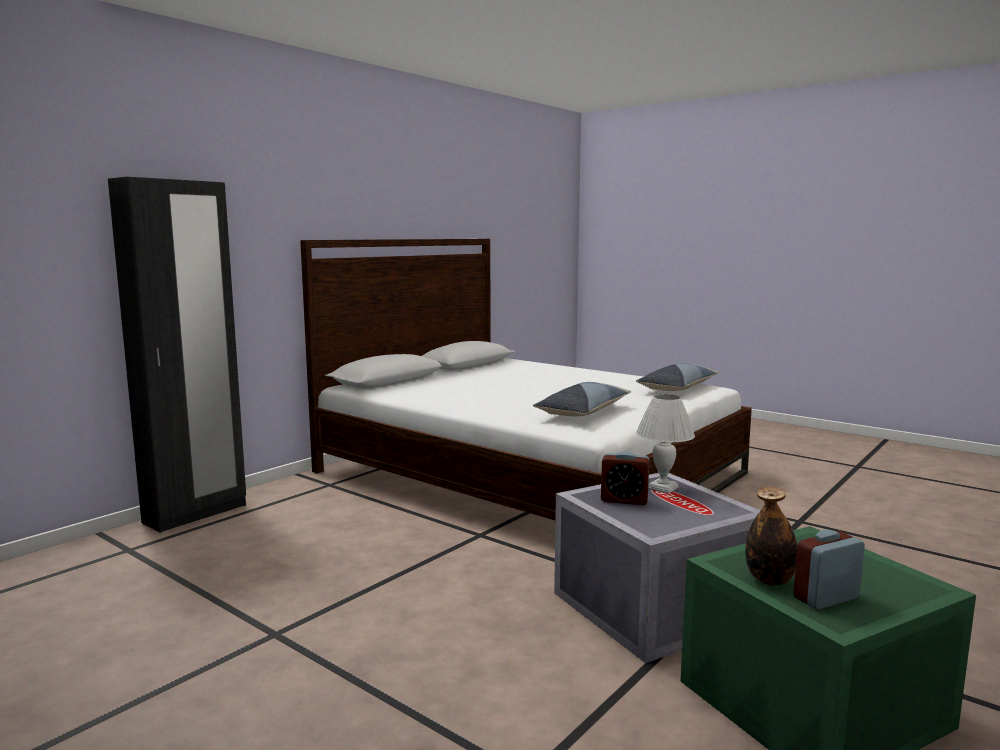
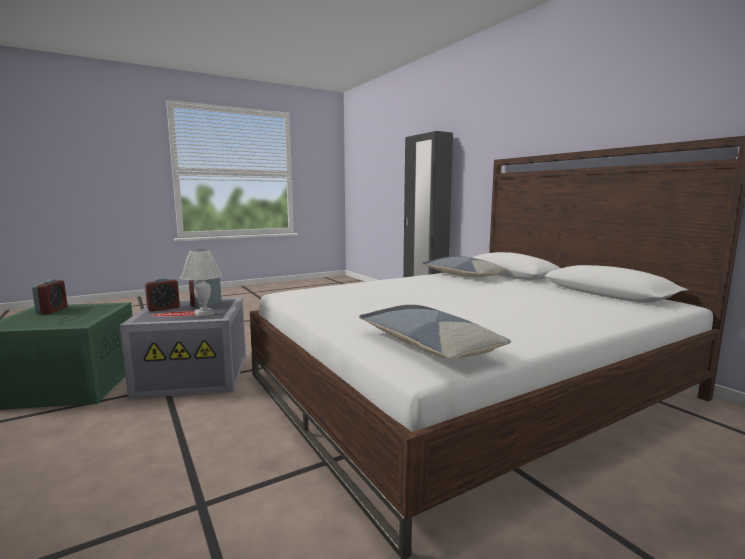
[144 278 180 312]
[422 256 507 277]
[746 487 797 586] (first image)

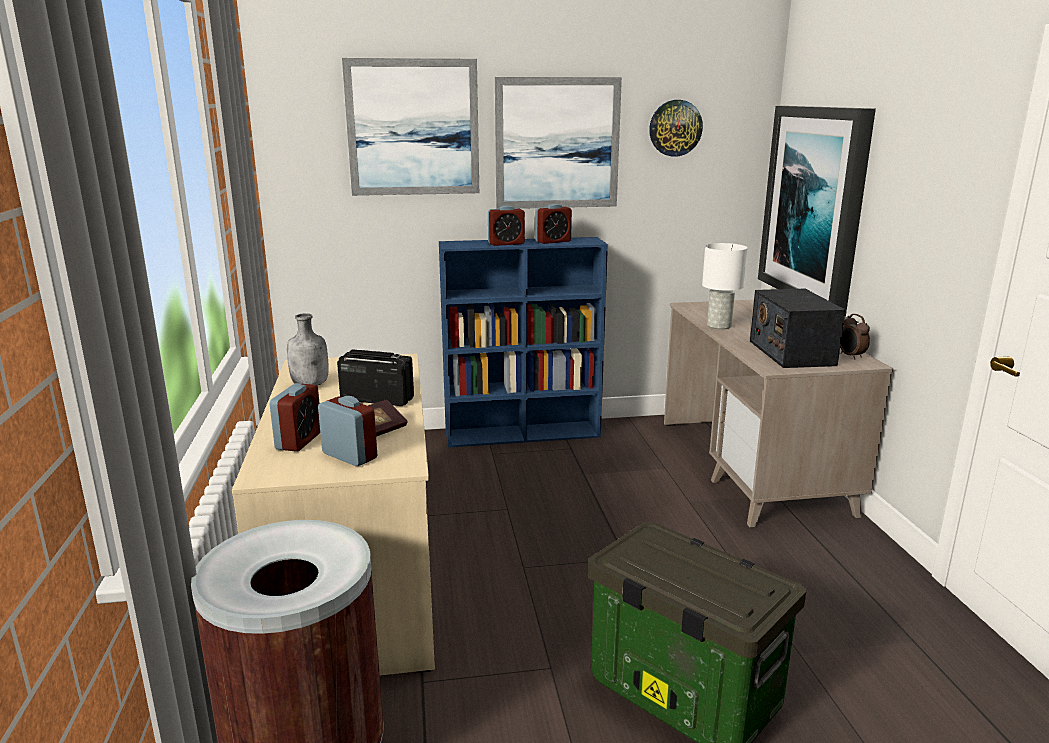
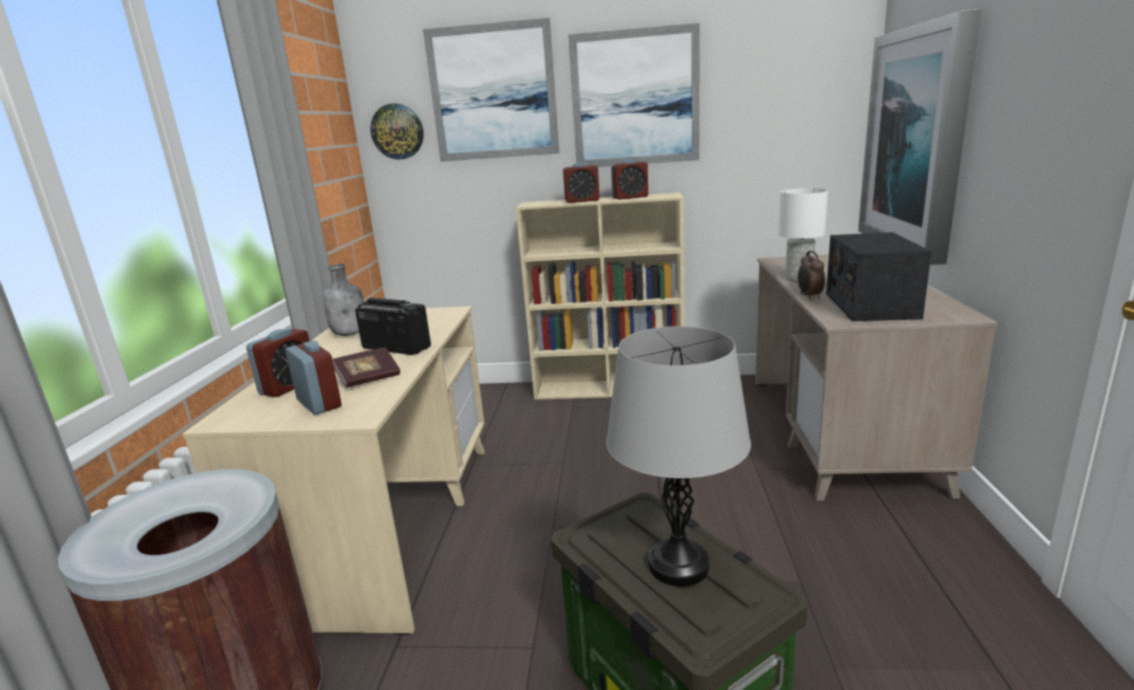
[370 103 424 160]
[516 192 685 400]
[606 326 751 586]
[798 251 825 300]

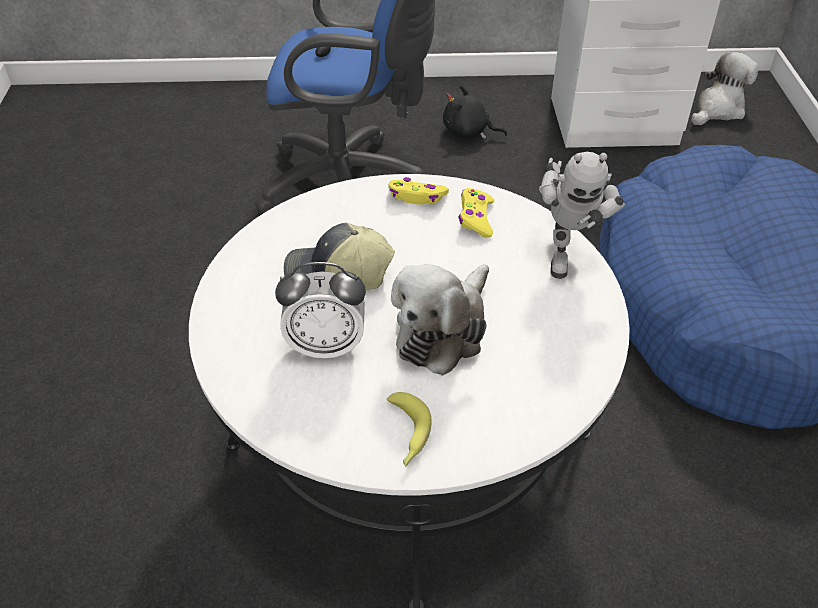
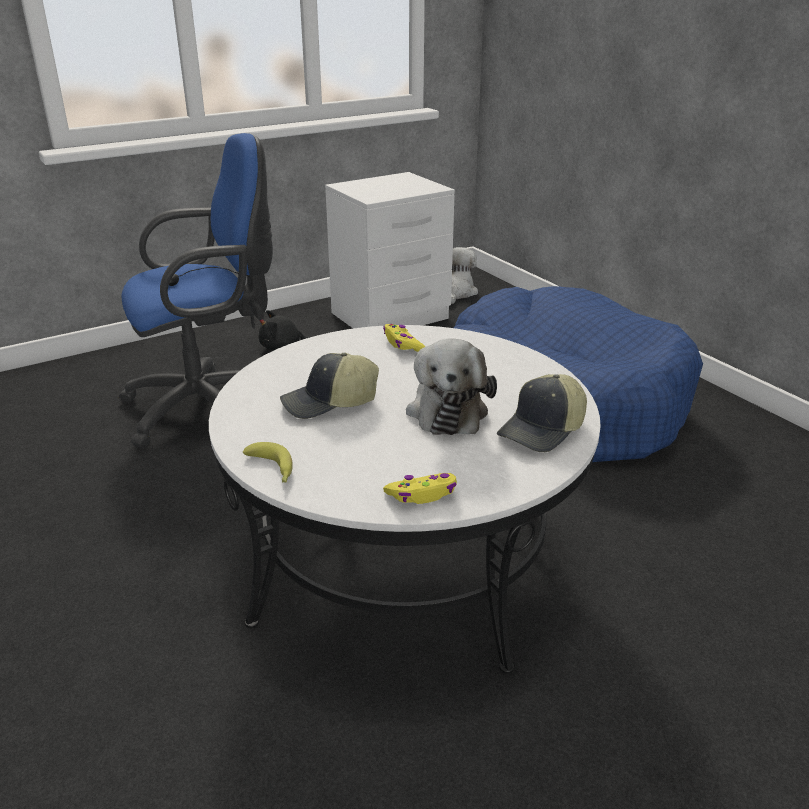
[243 442 293 483]
[383 473 457 504]
[497 374 587 452]
[275 262 366 359] (first image)
[538 152 625 279] (first image)

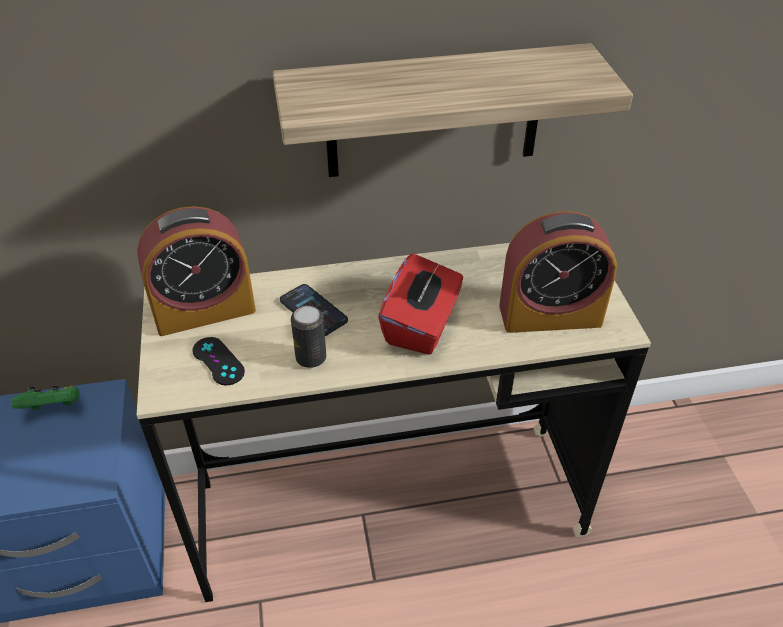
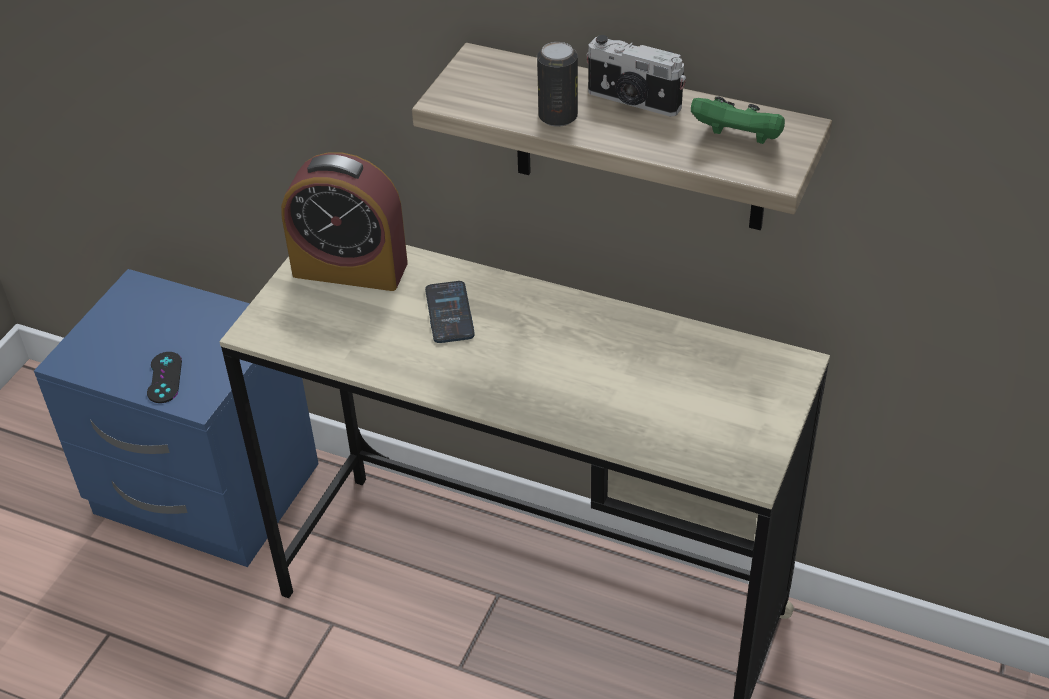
[147 352 182 403]
[537 42 578 127]
[587 35 686 117]
[691 96 785 144]
[378 253 463 355] (first image)
[499 211 617 333] (first image)

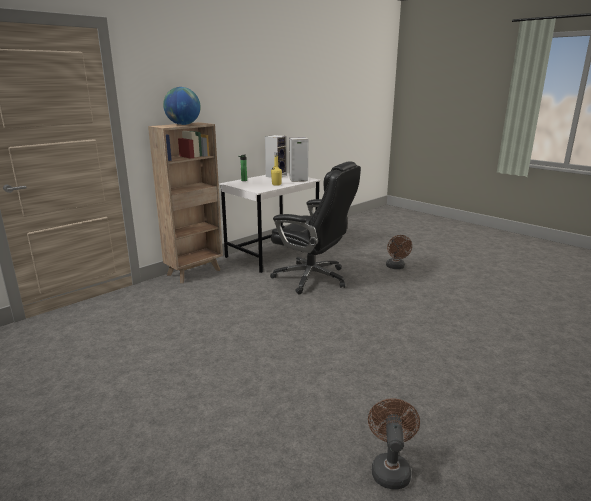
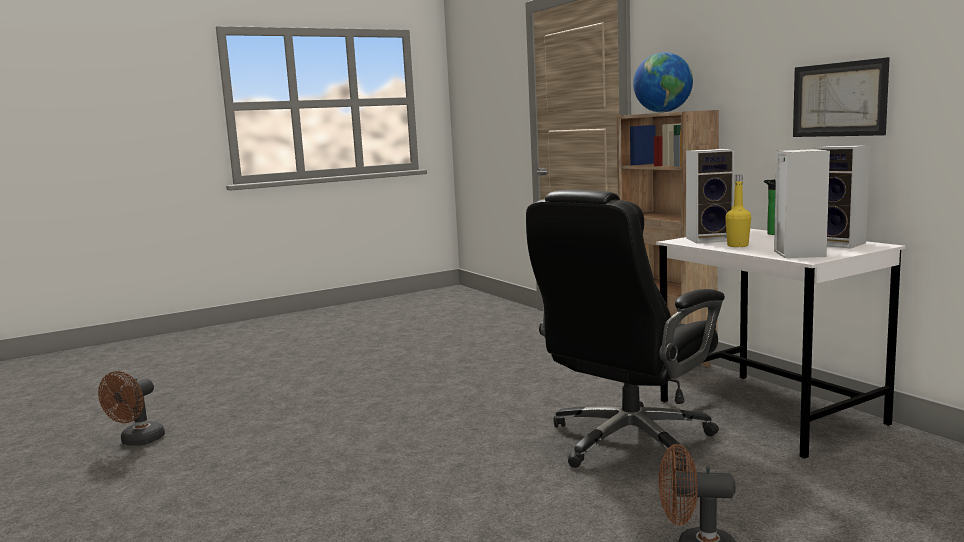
[98 371 165 446]
[686 149 734 243]
[793 57 890 137]

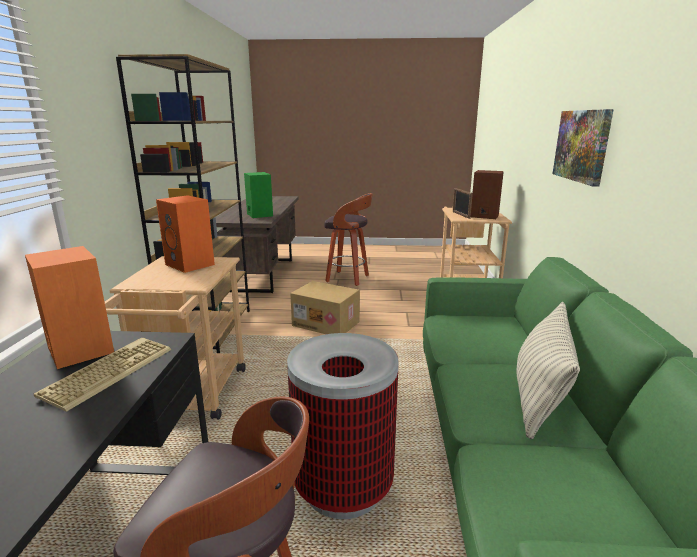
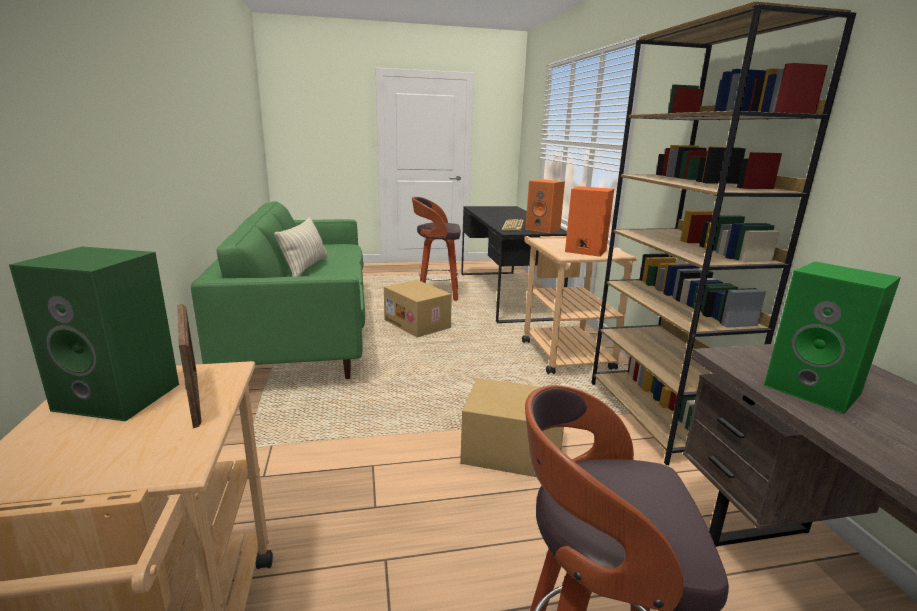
[9 247 179 421]
[384 280 452 337]
[553 109 614 187] (first image)

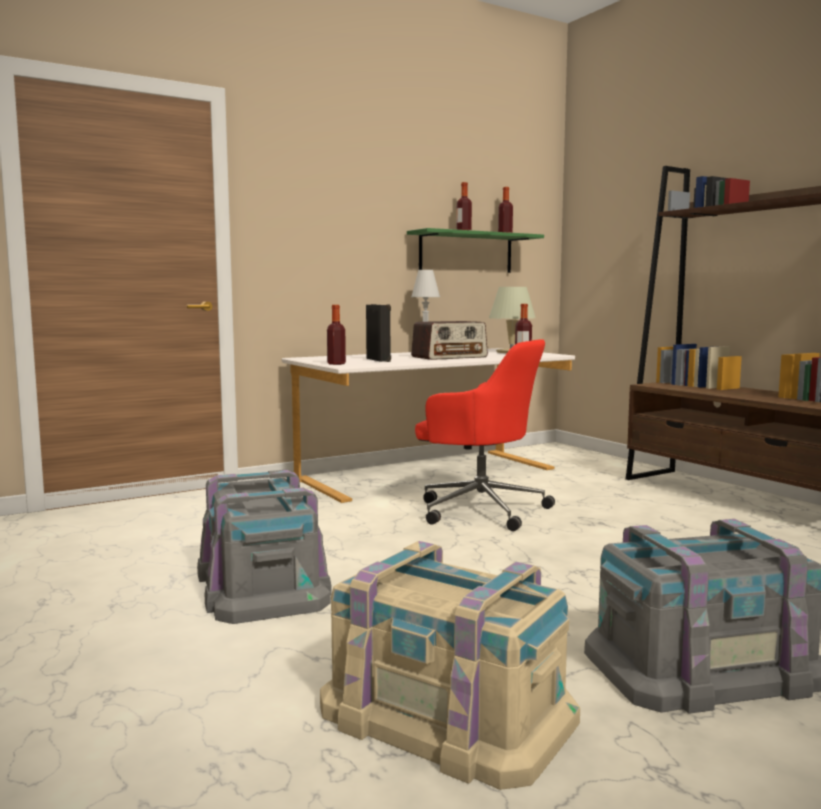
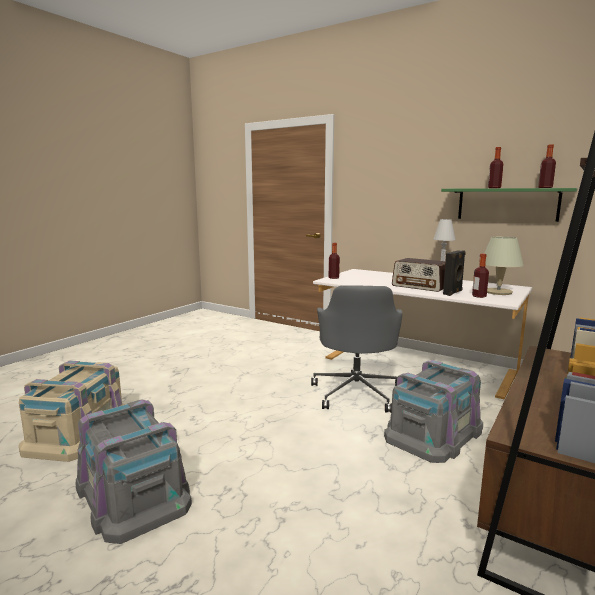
[311 285 403 413]
[384 360 483 463]
[443 250 466 296]

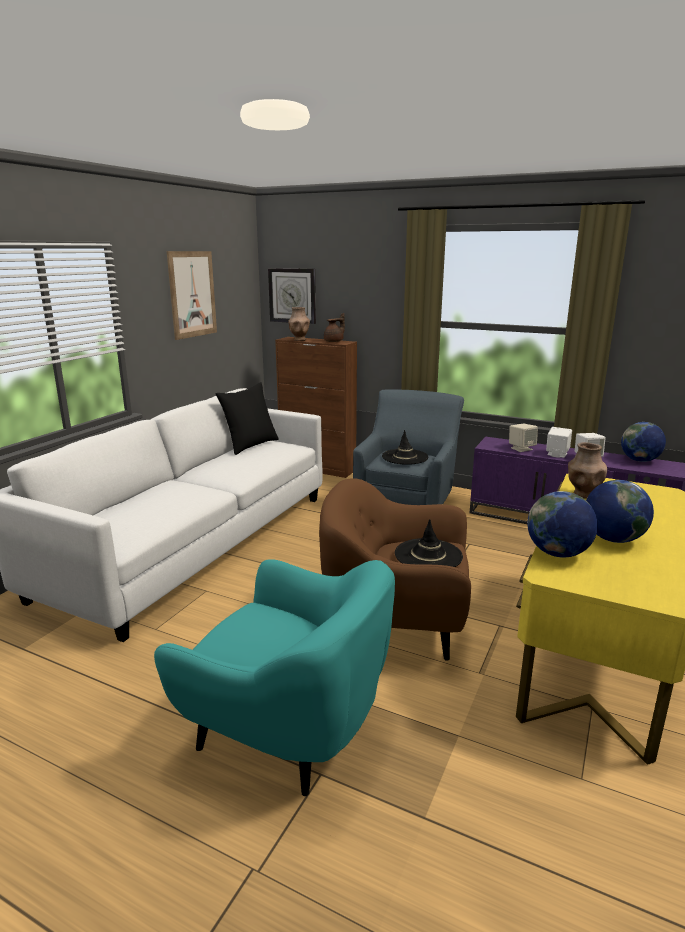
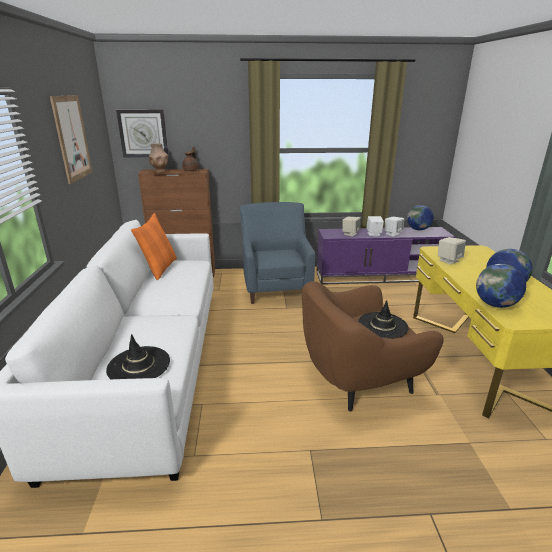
[106 334 170 379]
[131 213 177 280]
[438 237 466 265]
[154 559 395 796] (first image)

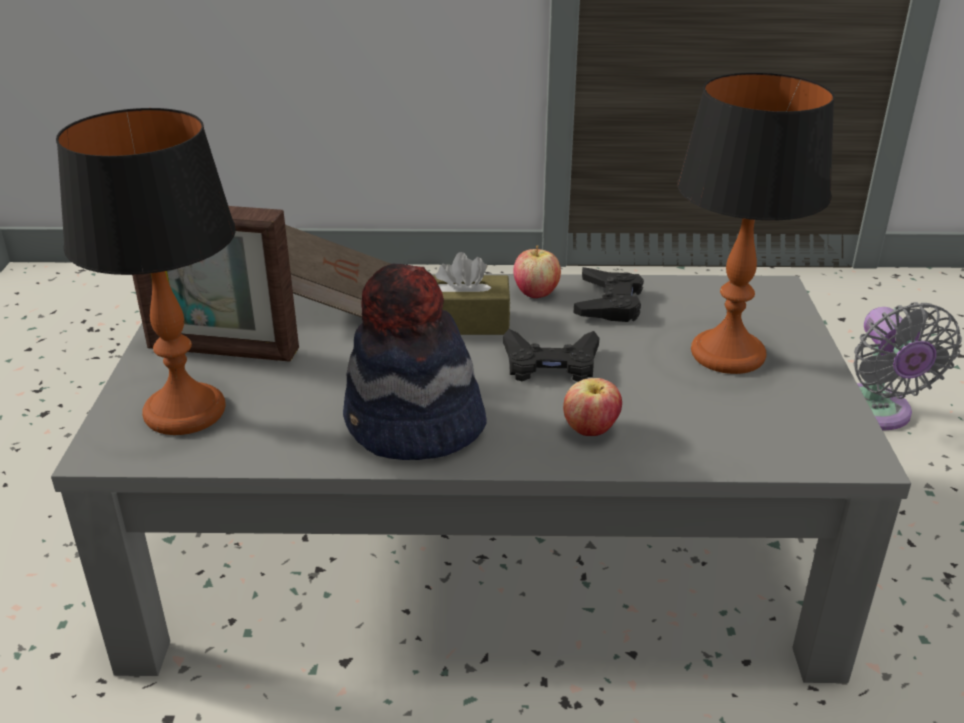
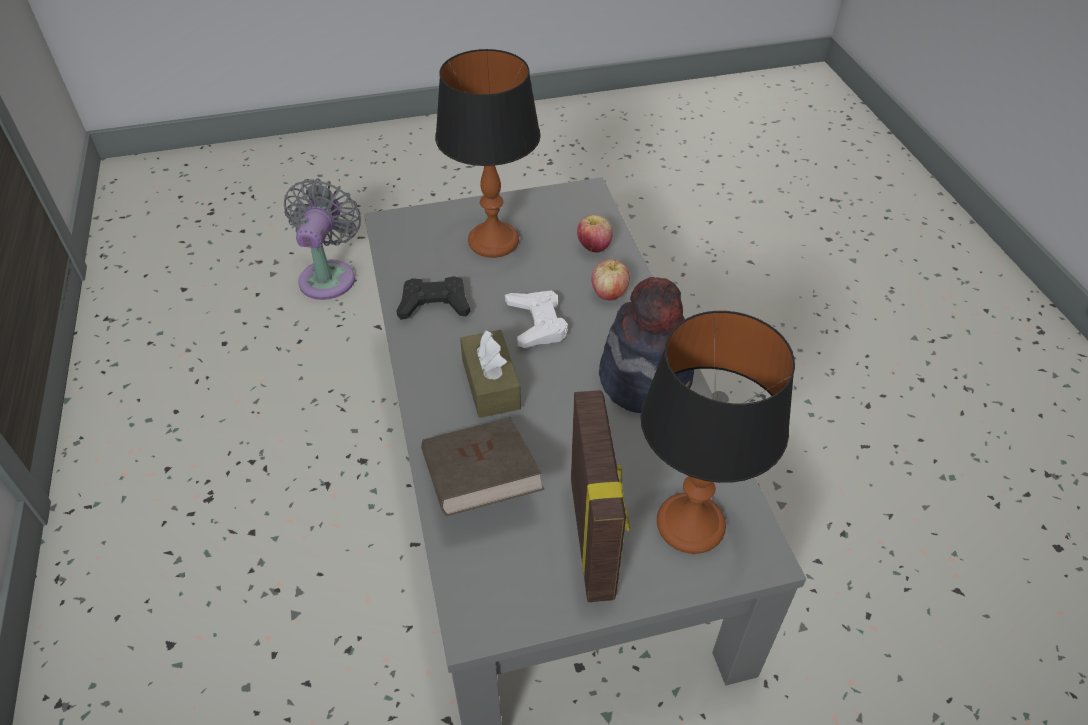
[284 178 361 300]
[505 290 568 348]
[577 215 613 253]

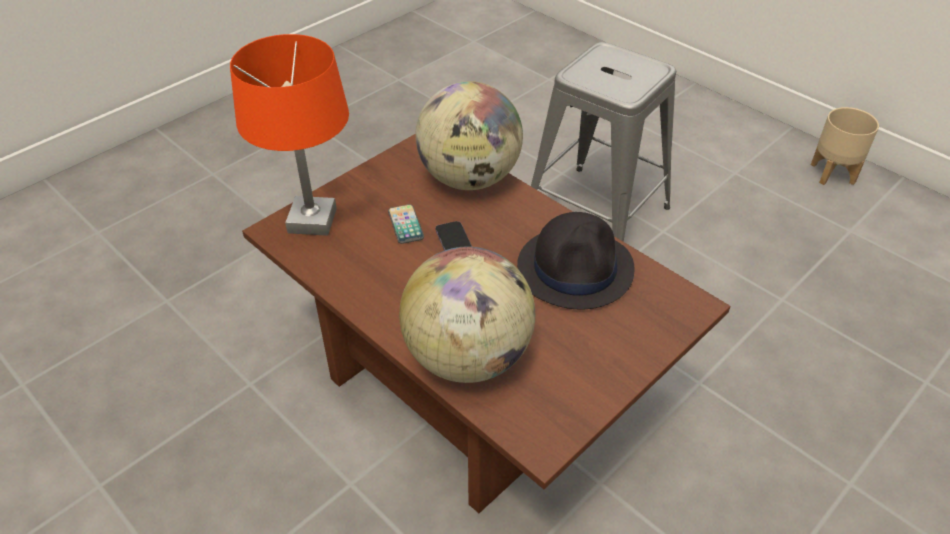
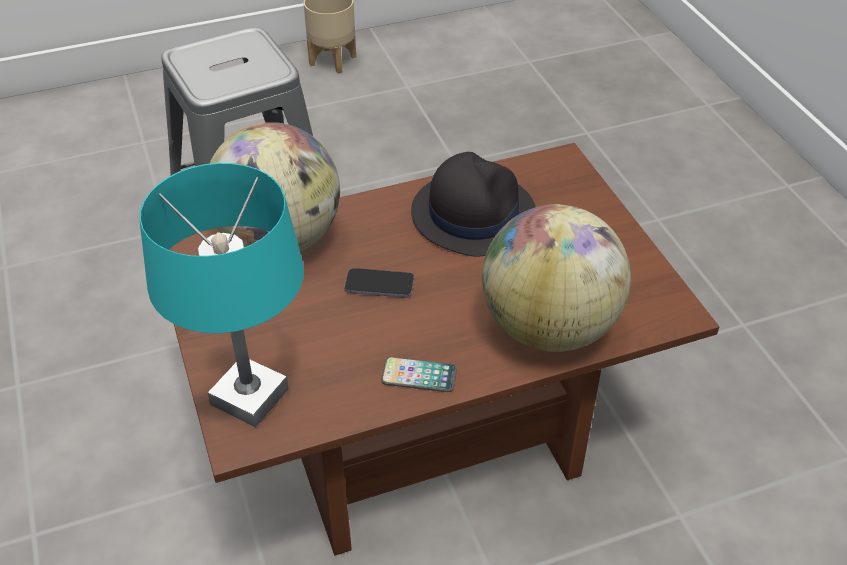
[140 163 304 427]
[381 357 457 392]

